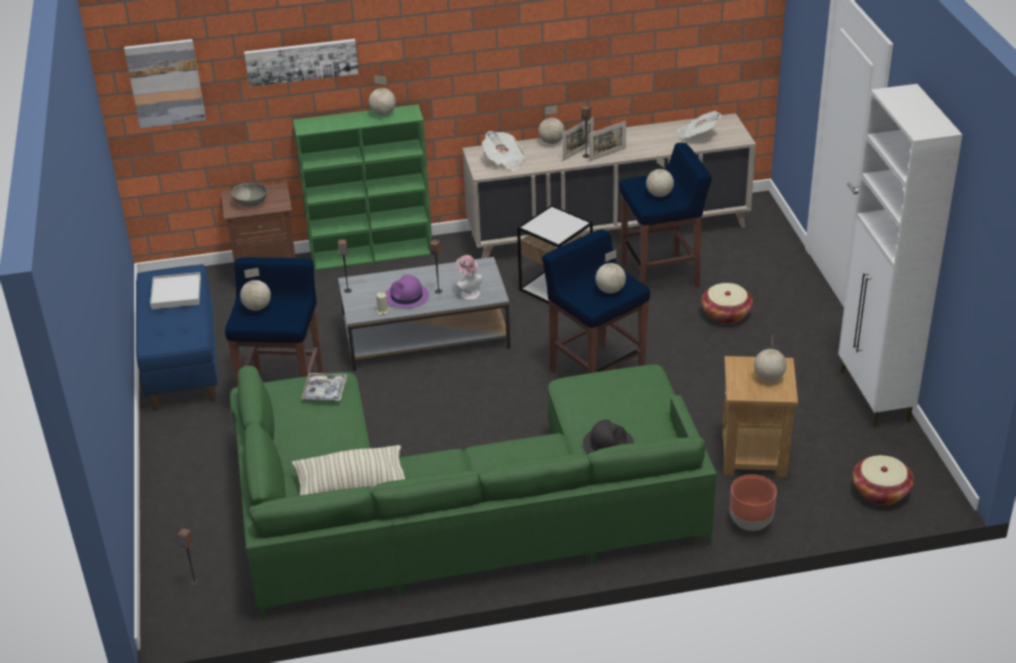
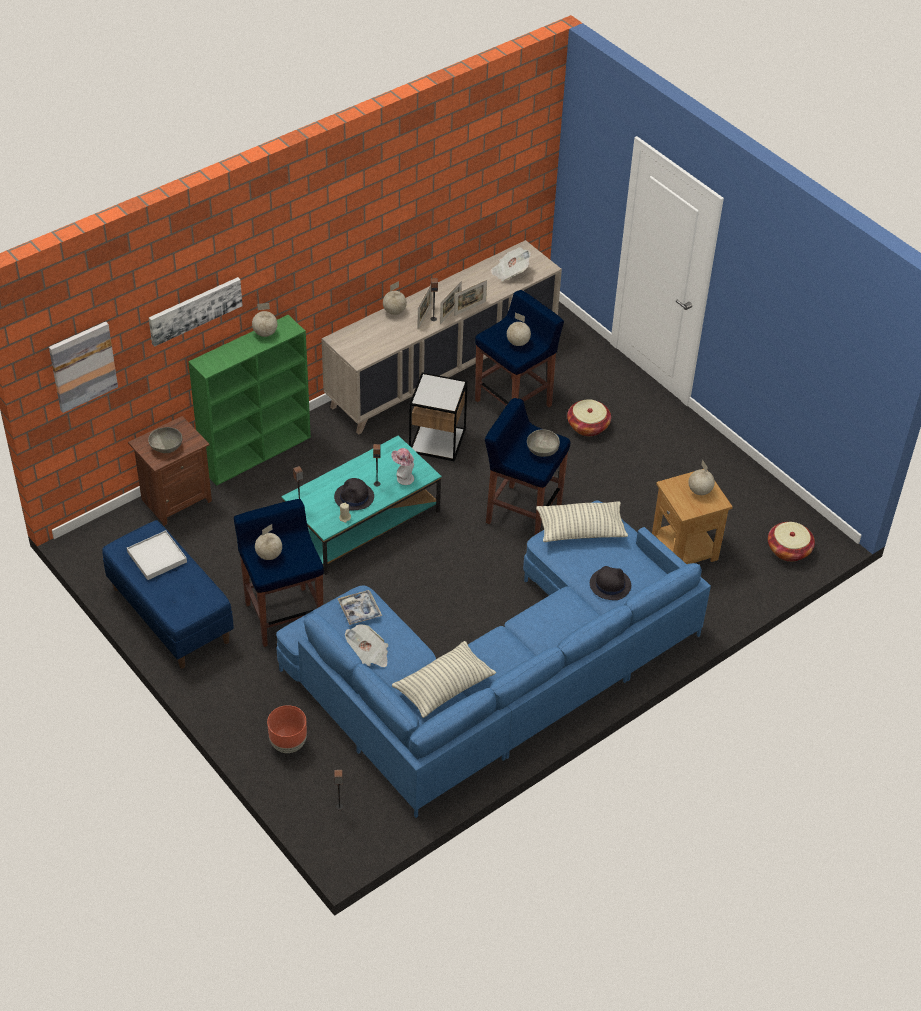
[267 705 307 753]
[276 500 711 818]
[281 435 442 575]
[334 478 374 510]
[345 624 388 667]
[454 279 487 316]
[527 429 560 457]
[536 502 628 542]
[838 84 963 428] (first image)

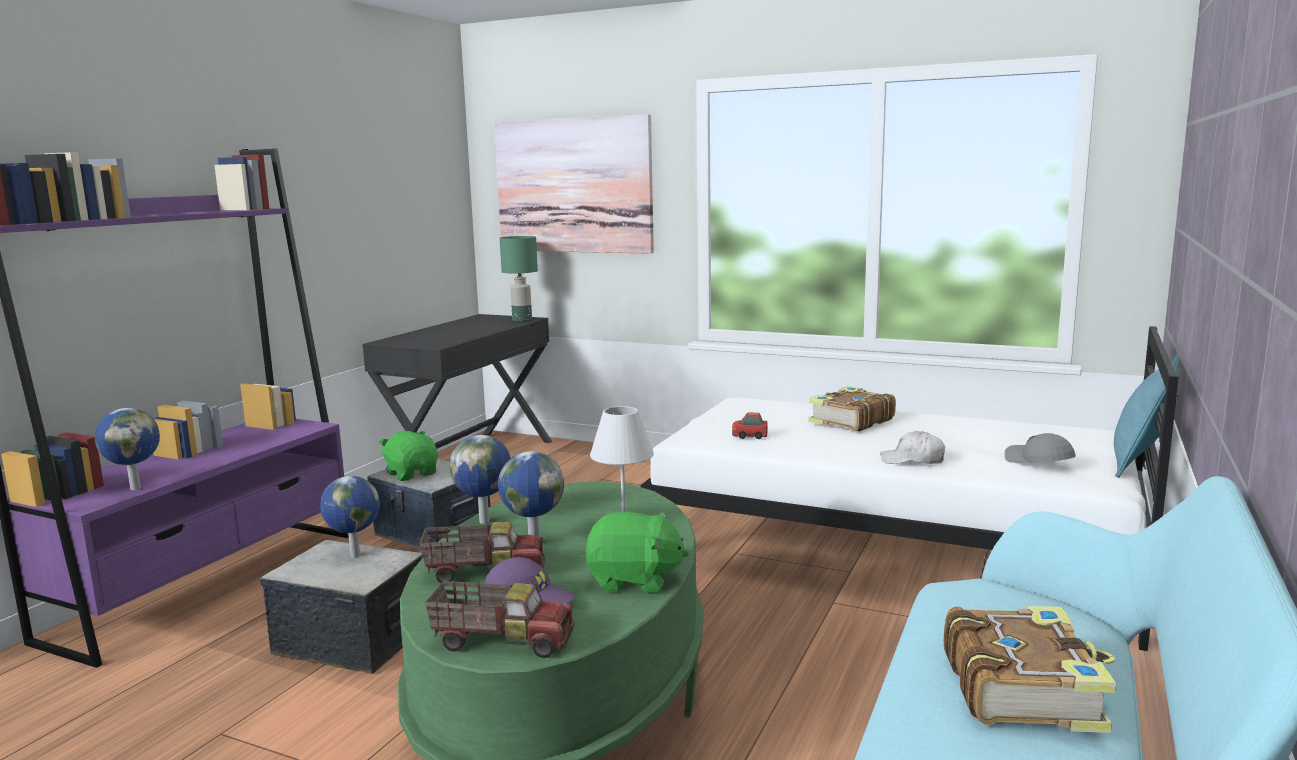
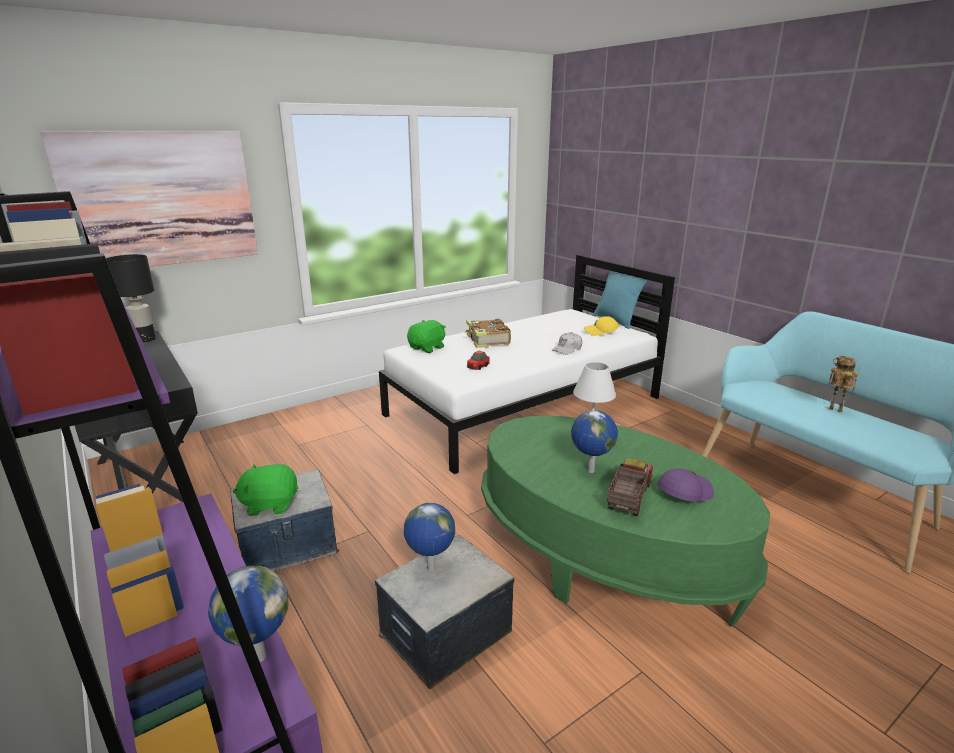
[106 254 156 342]
[407 320 446 353]
[584 316 619 336]
[828 356 858 412]
[424 581 575 658] (first image)
[450 435 511 524] (first image)

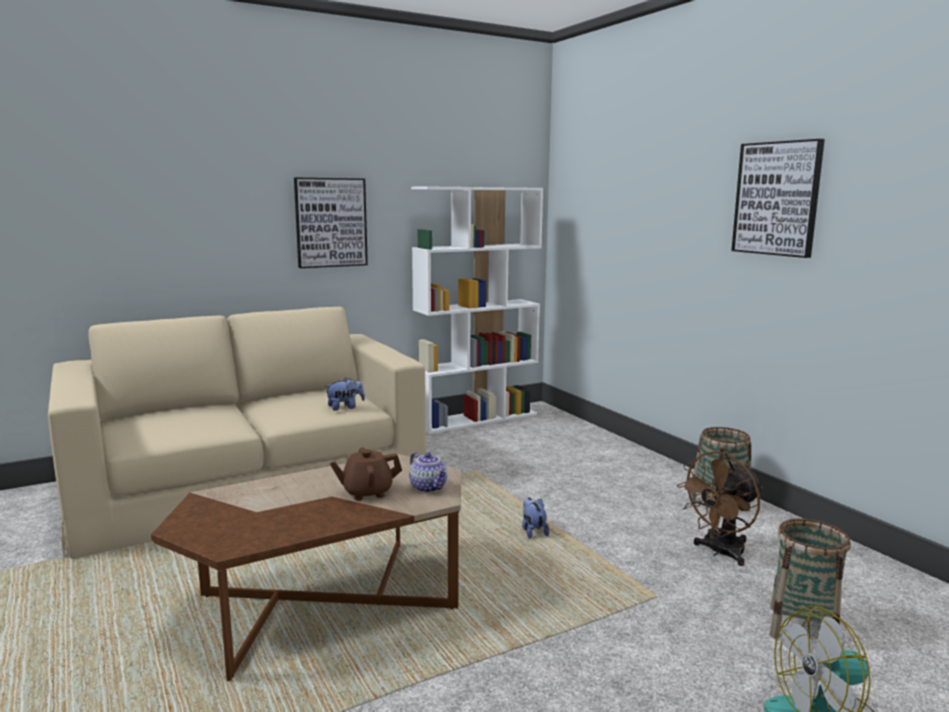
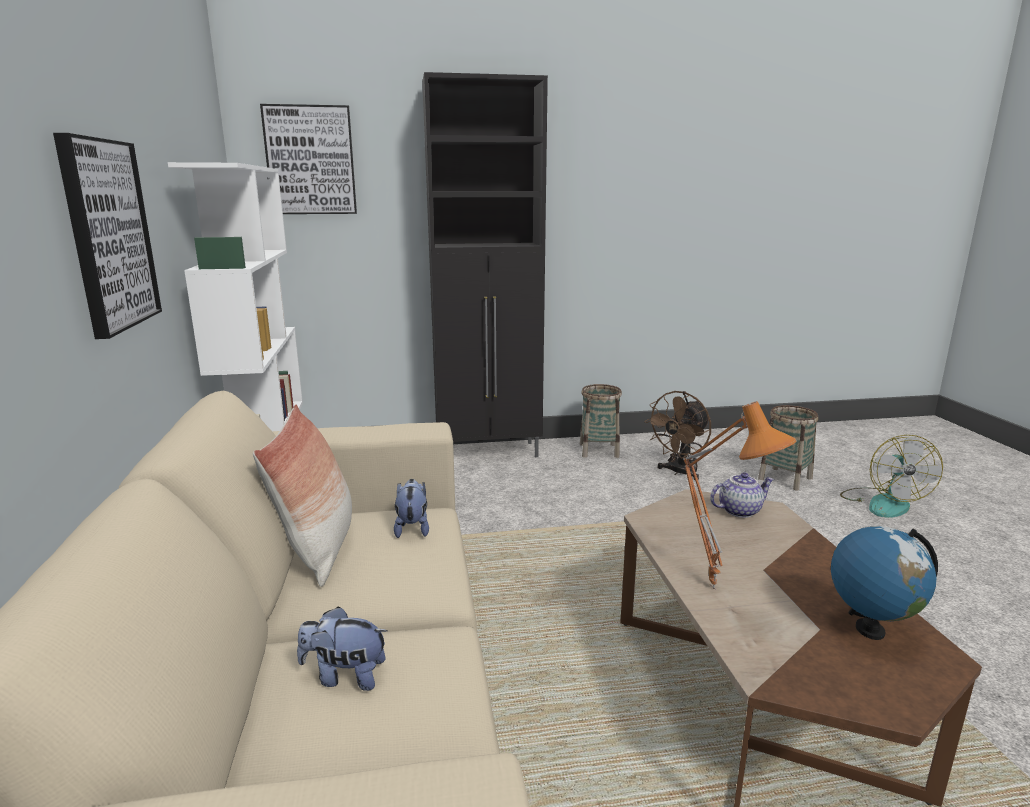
[253 404 352 587]
[260 104 357 214]
[297 606 388 691]
[422 72 548 457]
[644 391 711 480]
[683 401 796 590]
[831 526 938 640]
[330 447 402 501] (first image)

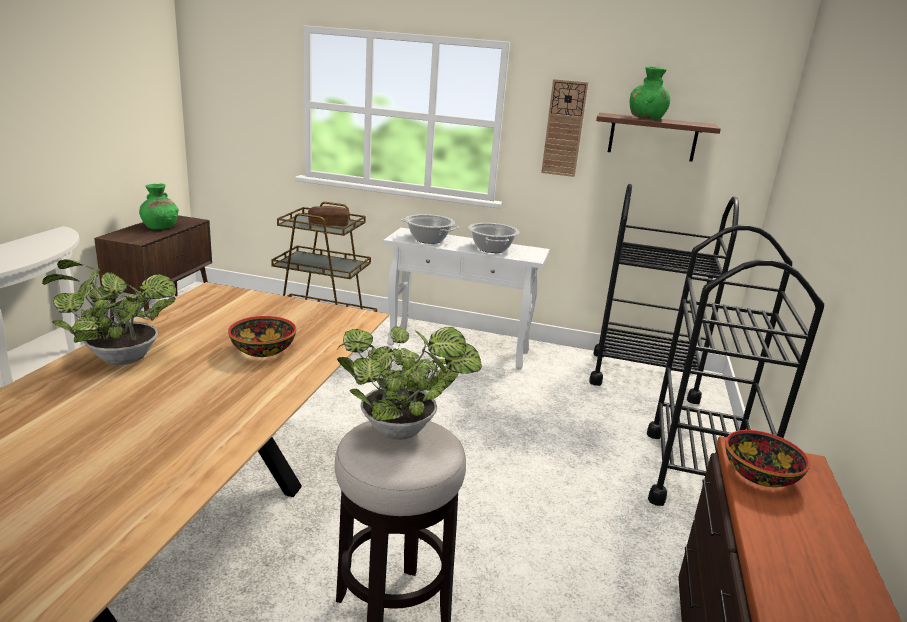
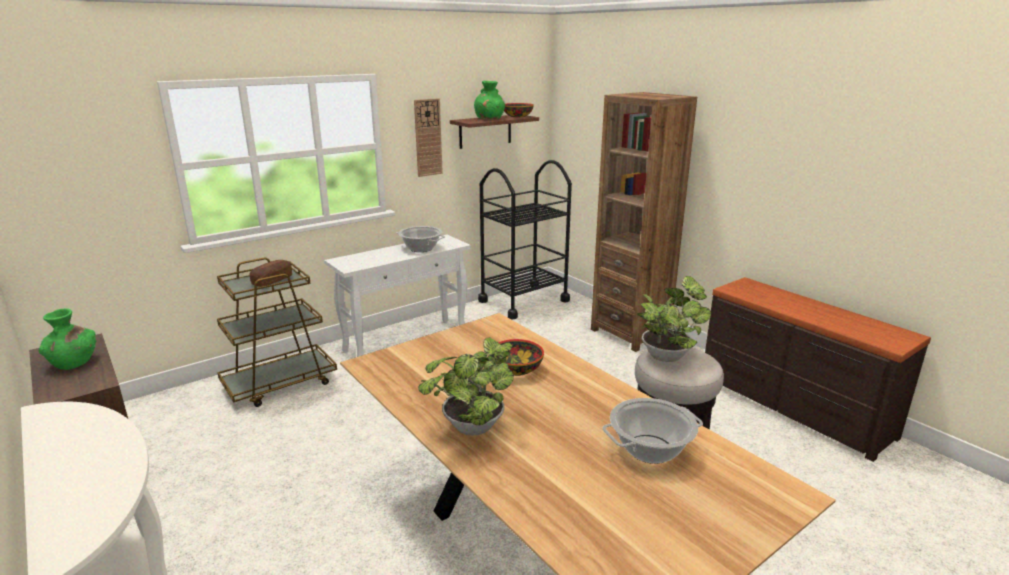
[504 103 534 117]
[591 92 697 352]
[602 398 703 464]

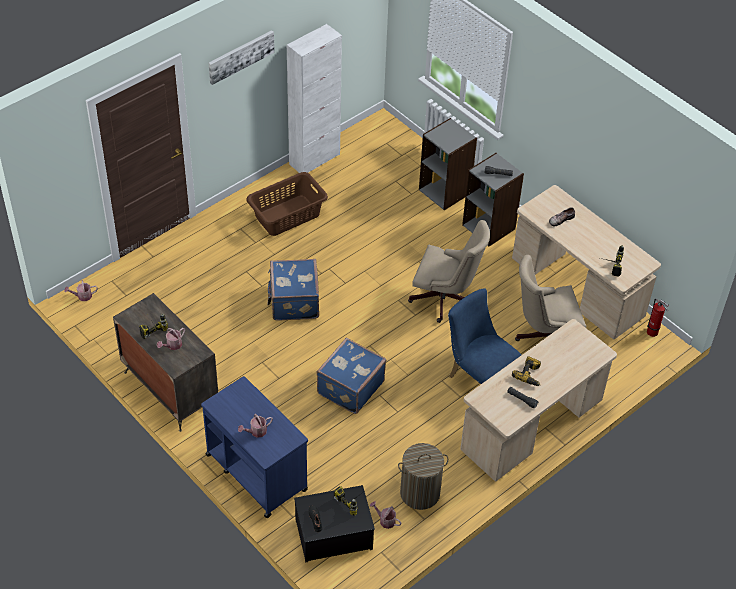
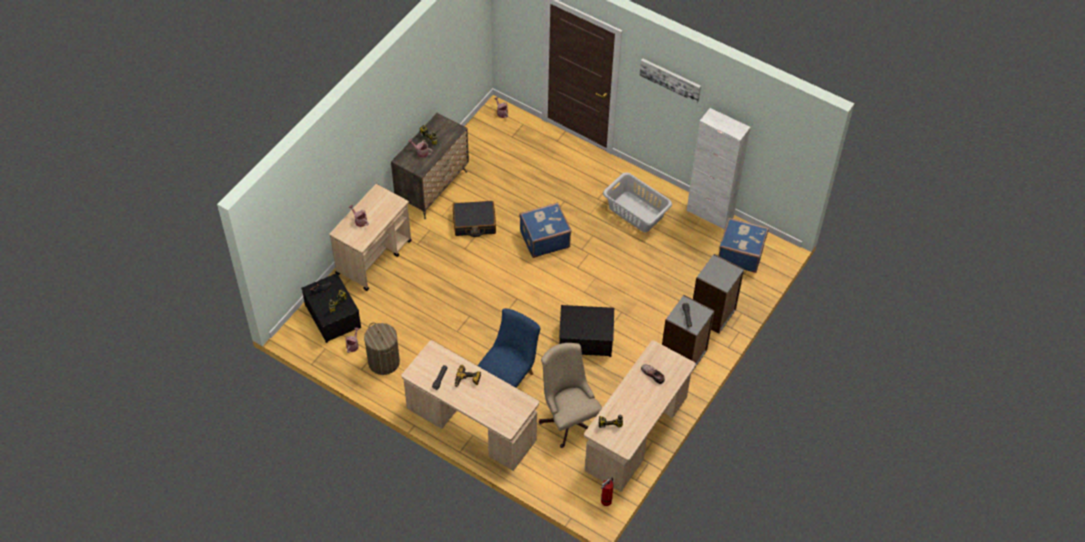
[329 184 412 291]
[453 201 496 237]
[559 305 614 357]
[603 172 672 232]
[718 218 769 273]

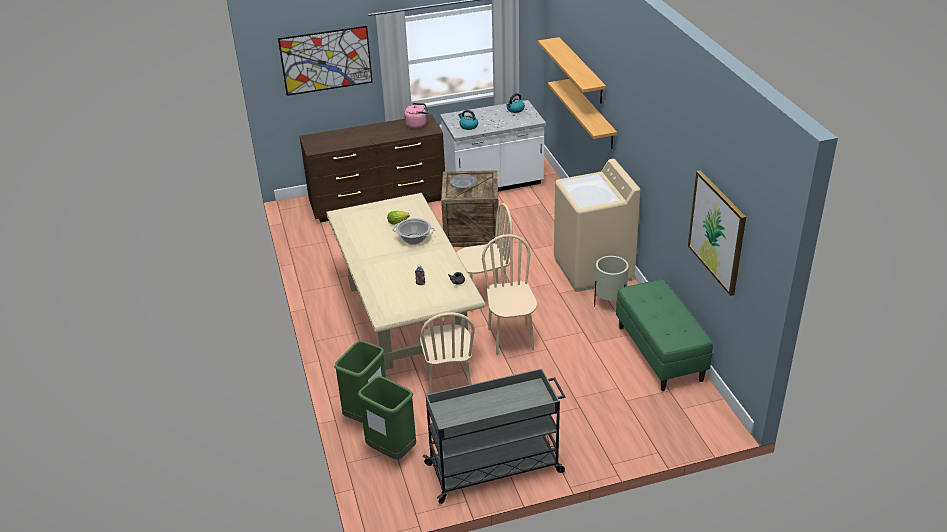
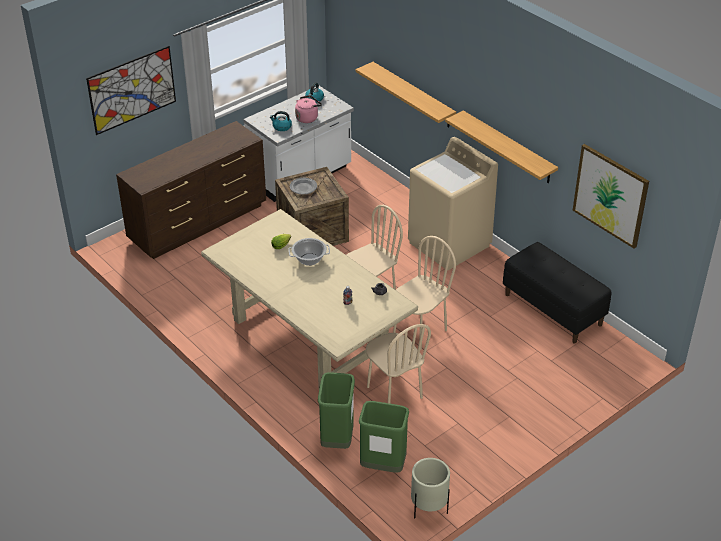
[295 95 322 123]
[393 236 456 350]
[411 458 450 518]
[445 110 558 183]
[503 242 611 344]
[422 369 565 504] (first image)

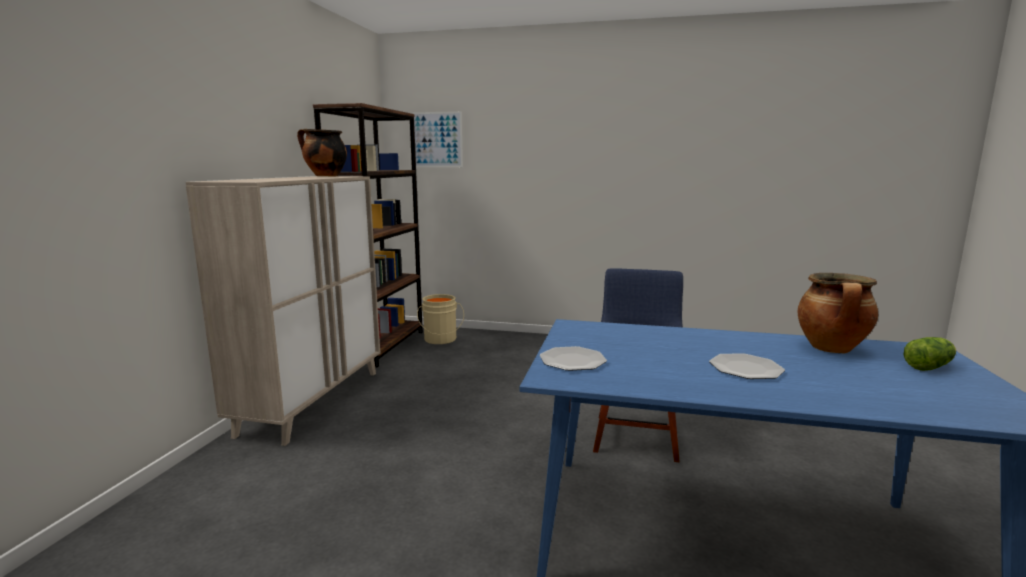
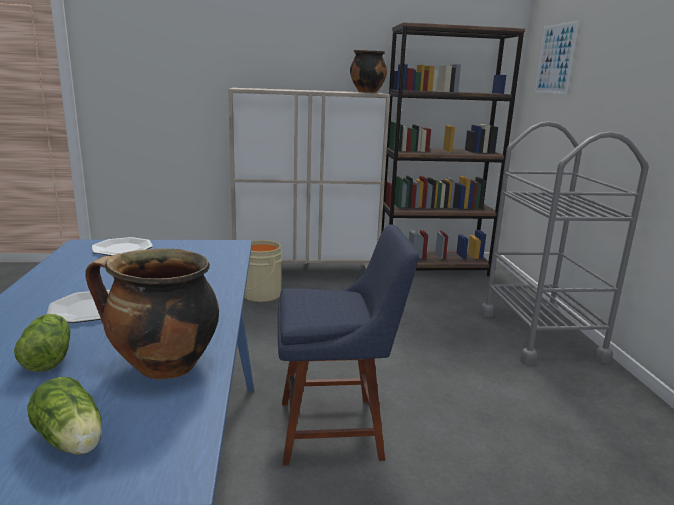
[14 314 70 372]
[244 240 282 302]
[481 121 649 366]

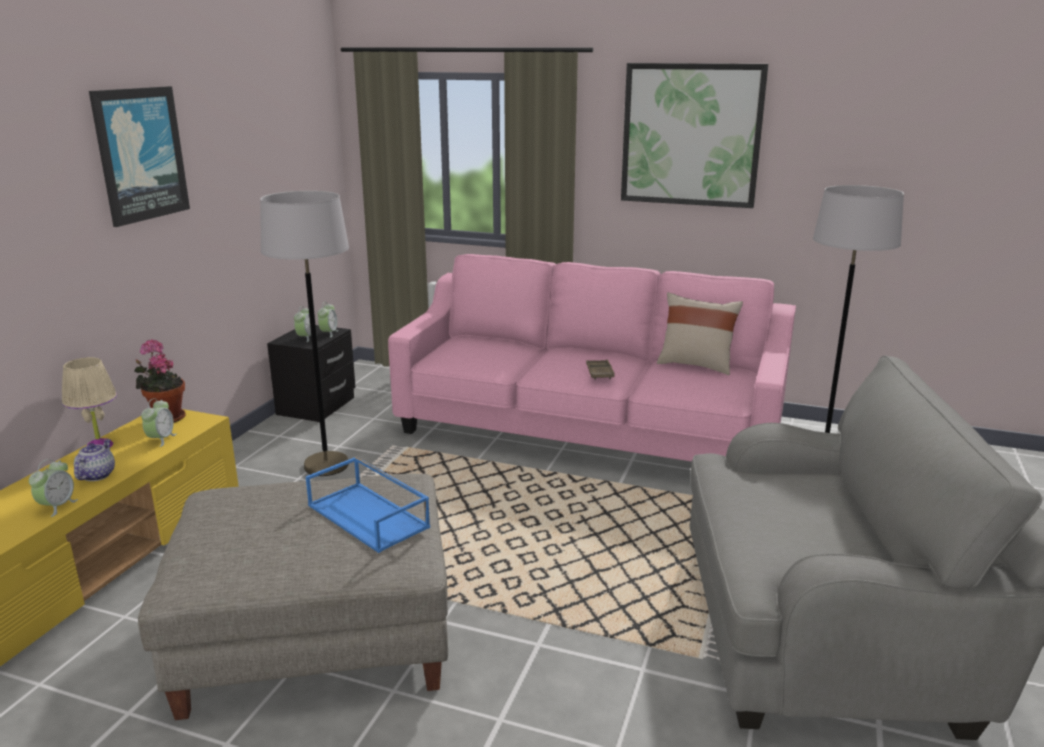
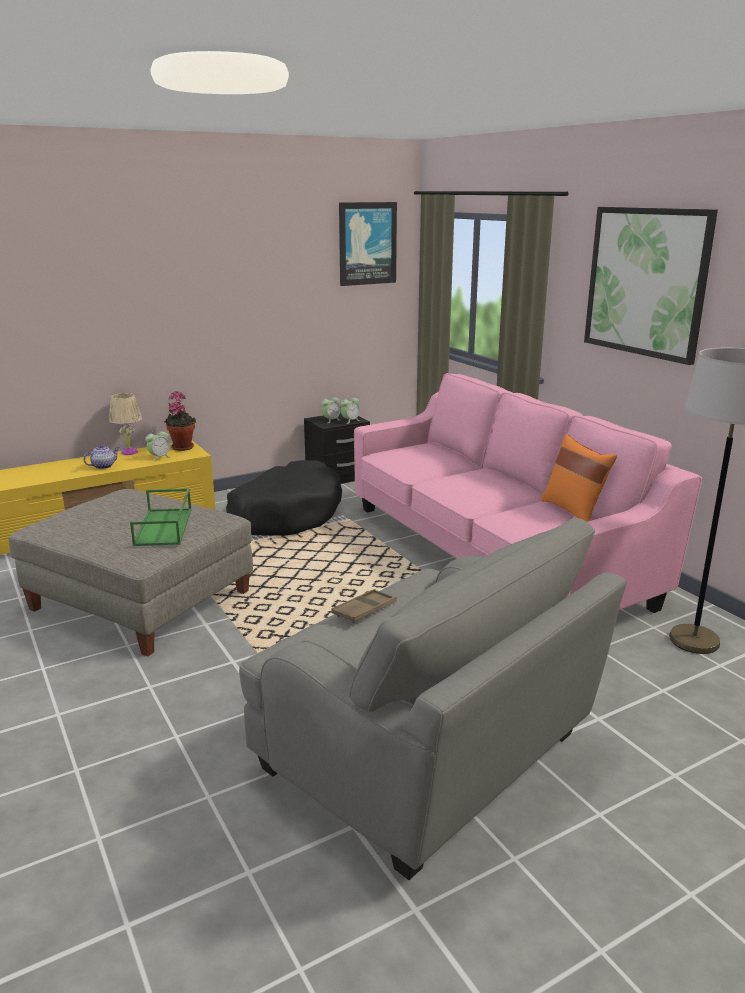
[130 488 191 546]
[226 460 342 536]
[332 589 396 623]
[339 202 397 286]
[541 434 617 522]
[29 459 78 517] (first image)

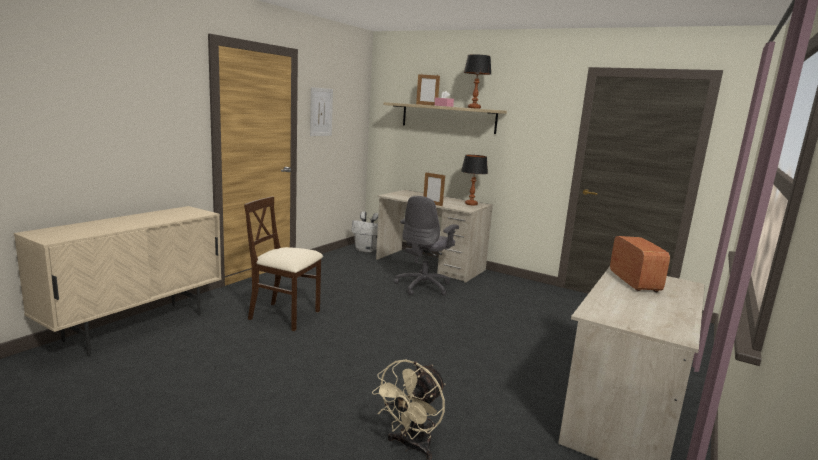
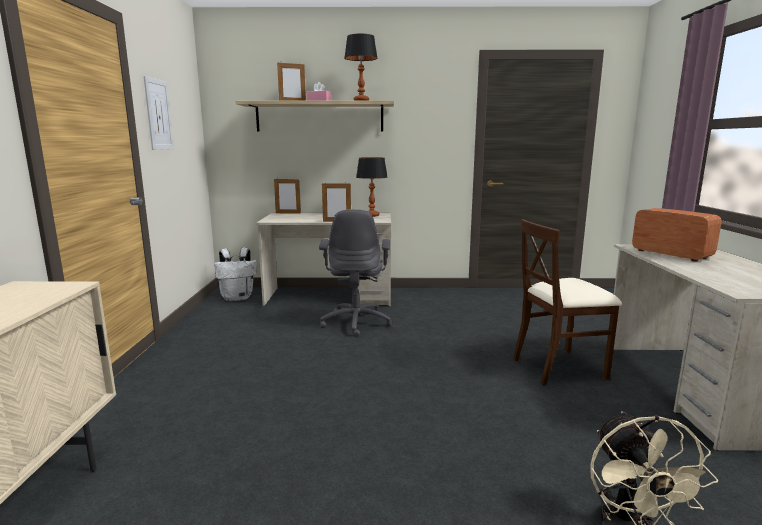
[274 178 301 214]
[513 219 622 385]

